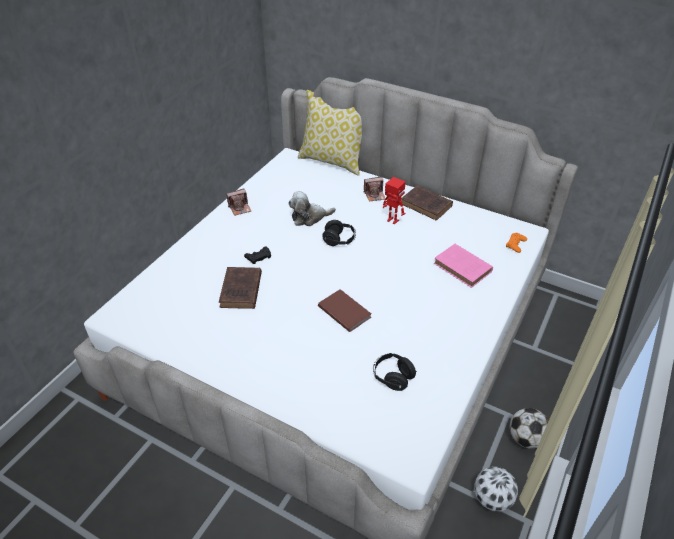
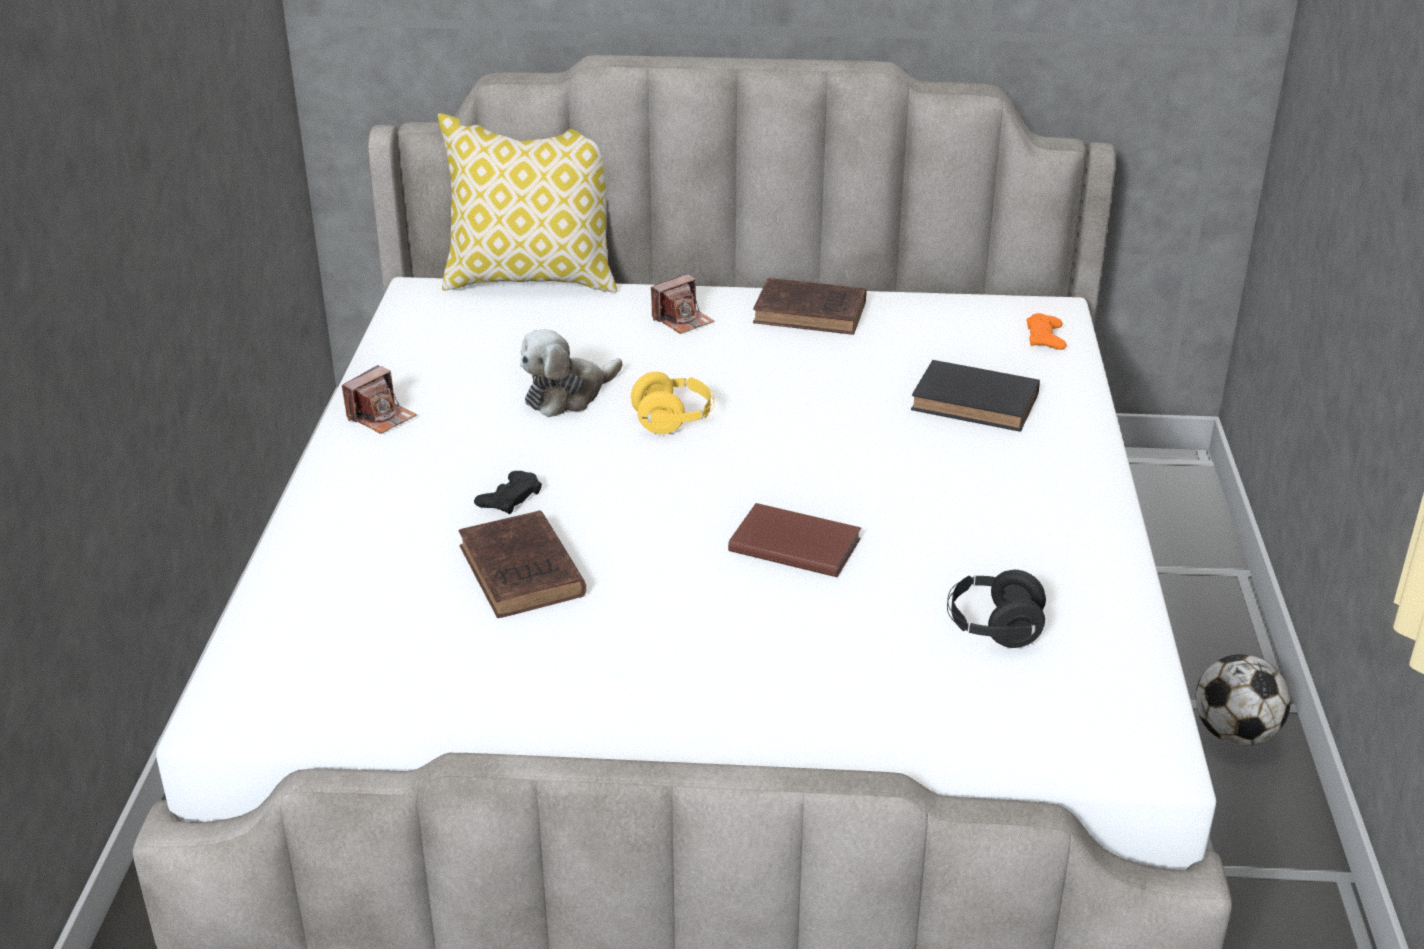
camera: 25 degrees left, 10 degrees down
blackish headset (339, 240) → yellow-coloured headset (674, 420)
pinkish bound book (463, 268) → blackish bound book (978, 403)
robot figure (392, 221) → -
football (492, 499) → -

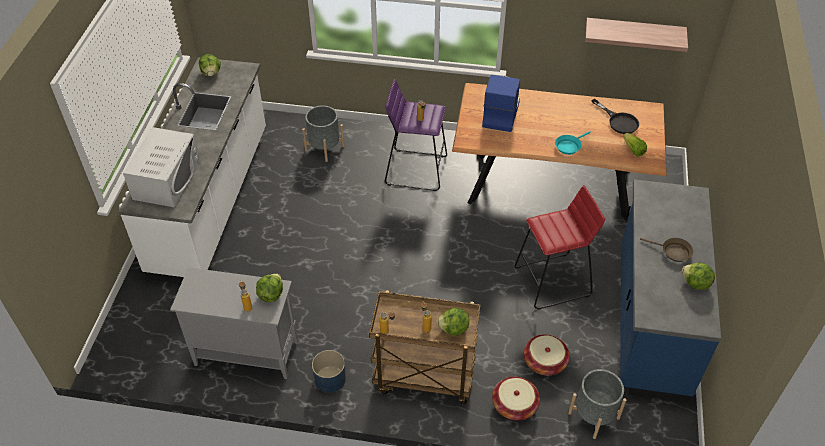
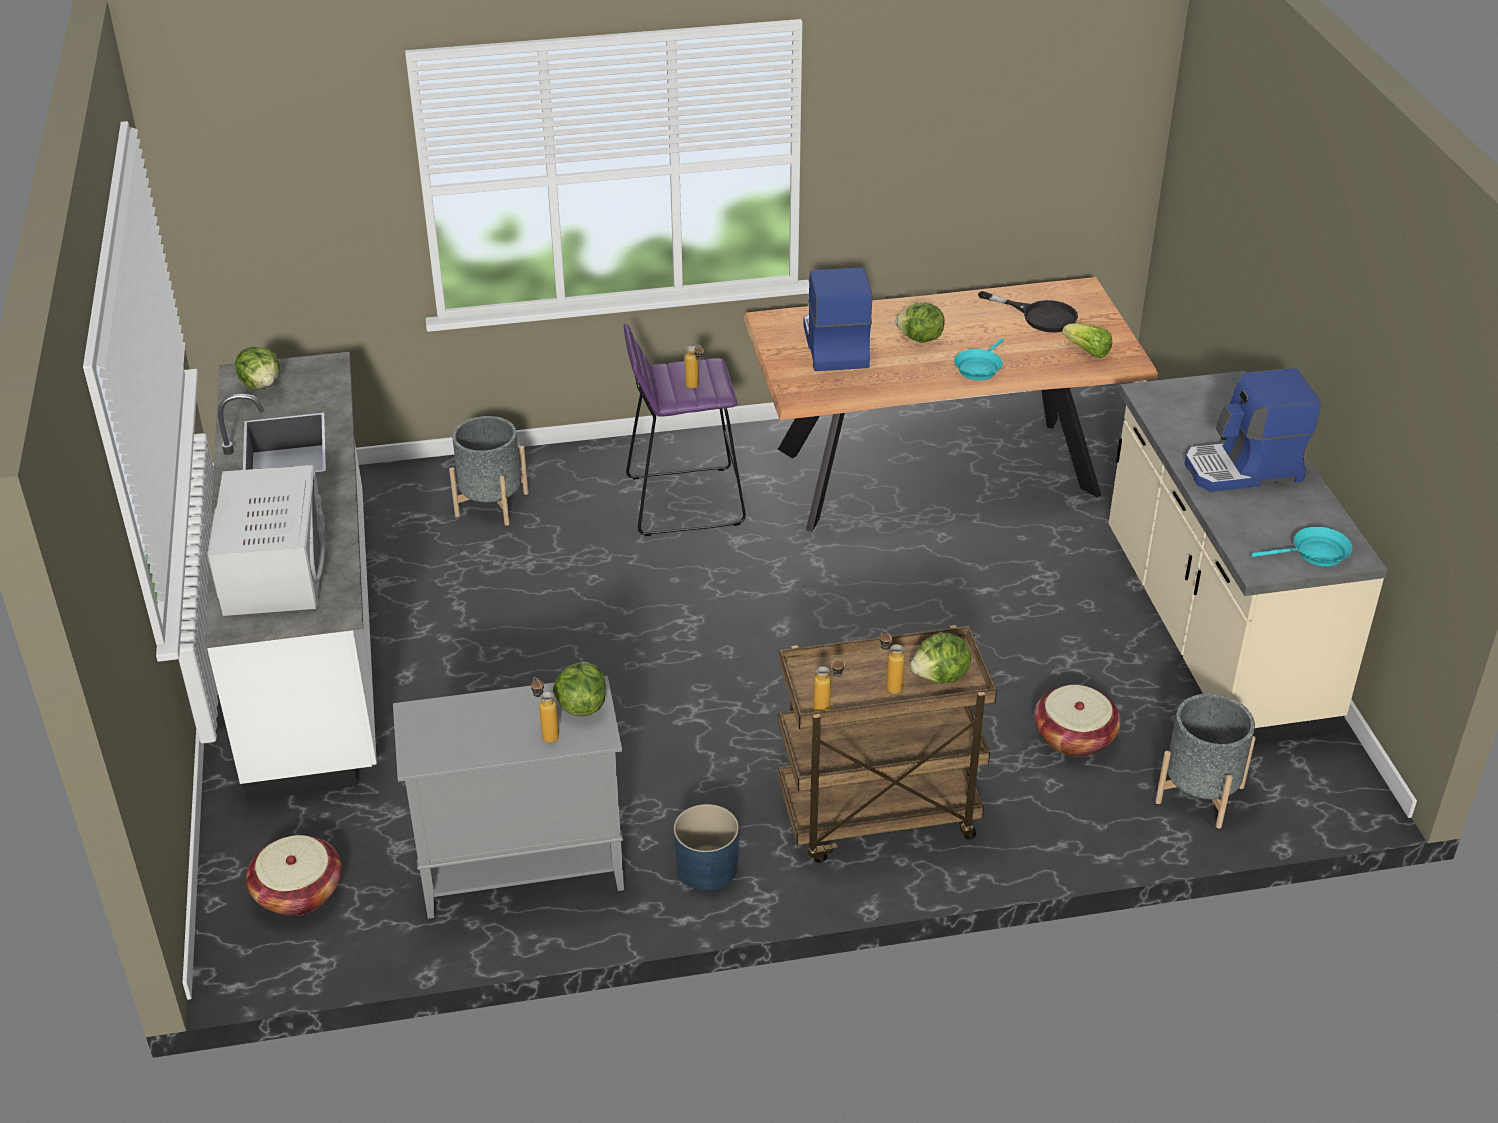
camera: 20 degrees left, 10 degrees down
basket (514, 405) → basket (298, 892), relocated
lettuce (695, 284) → lettuce (920, 339), relocated
bluish kitchen counter (649, 321) → beige-coloured kitchen counter (1212, 632)
brownish frying pan (673, 252) → coffee machine (1244, 470)
- → turquoise frying pan (1315, 554)
red-coloured stool (553, 281) → -
bracket shelf (633, 33) → -

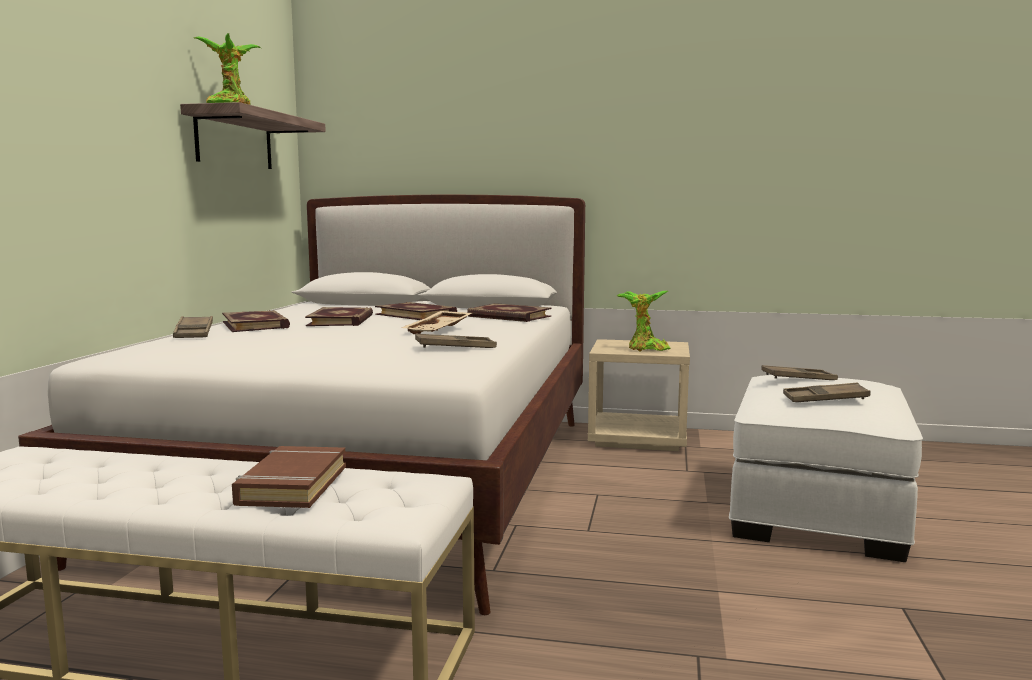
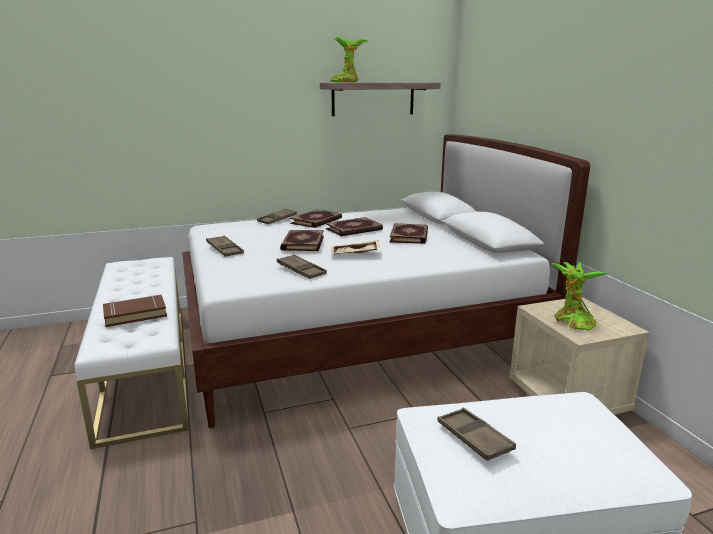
camera: 60 degrees right, 10 degrees up
brownish tray (798, 378) → brownish tray (224, 249), relocated
bound book (508, 316) → bound book (302, 243), relocated

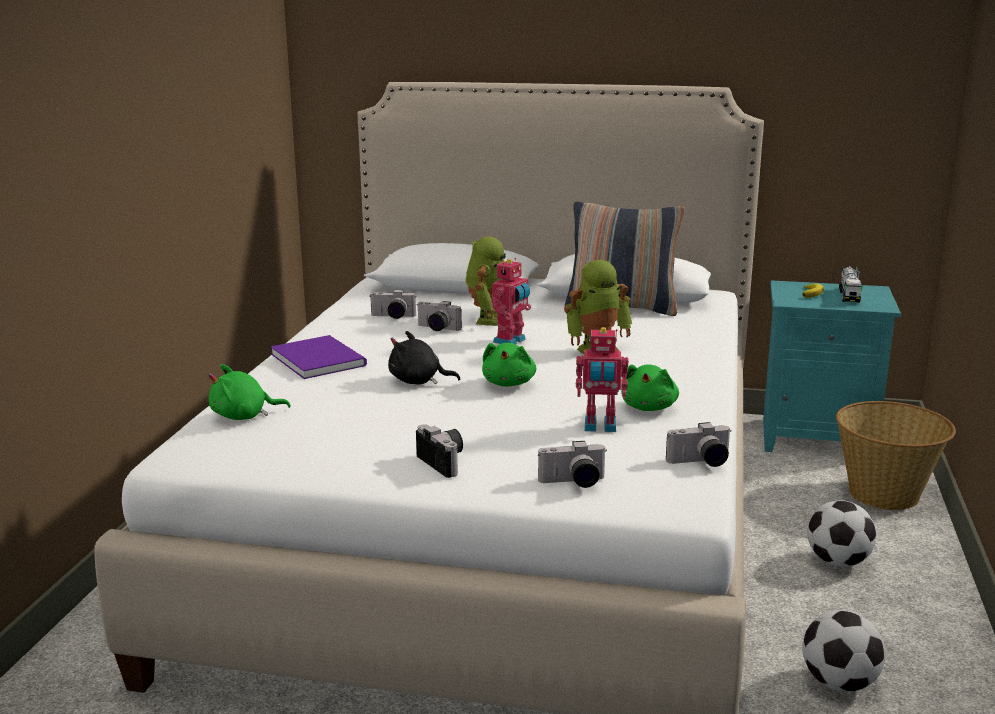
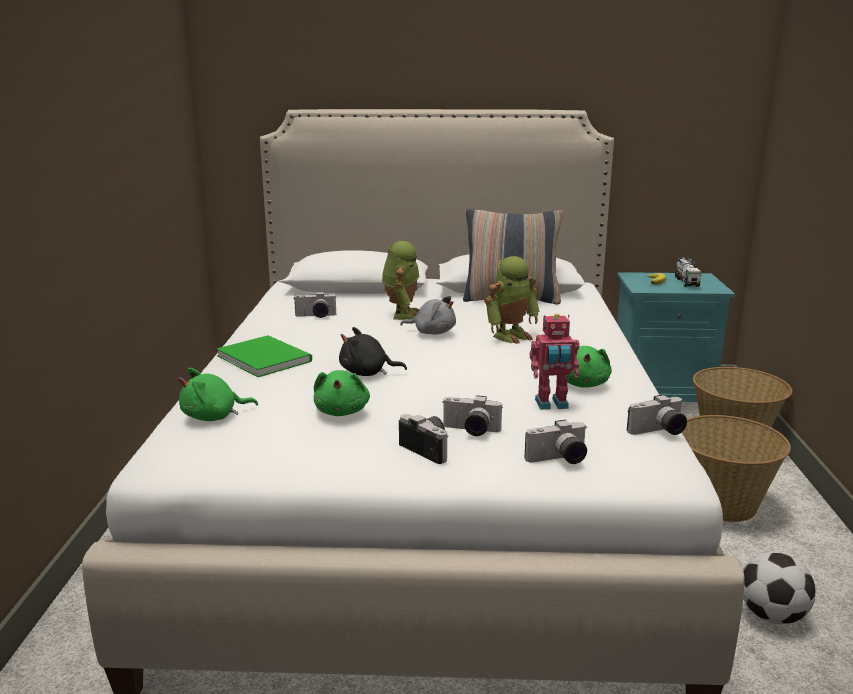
camera: 10 degrees left, 0 degrees up
purple bound book (319, 358) → green bound book (264, 357)
green cuddly toy (509, 383) → green cuddly toy (342, 411), relocated
robot figure (511, 341) → gray cuddly toy (432, 332)
still camera (436, 329) → still camera (470, 431), relocated
football (837, 562) → basket (722, 505)

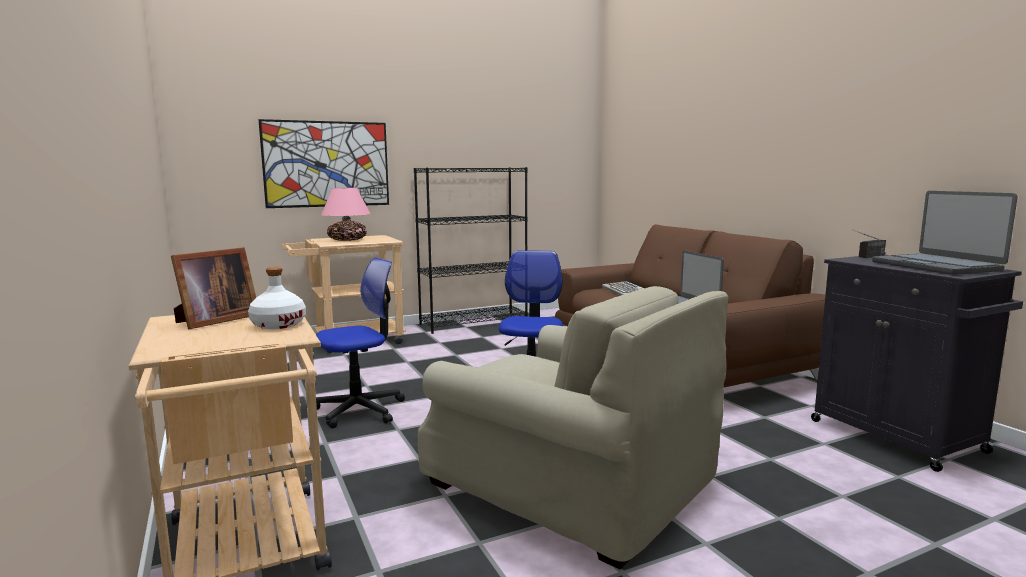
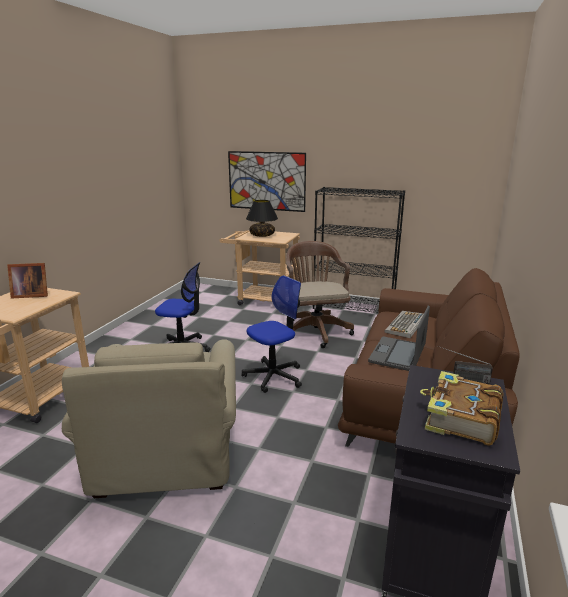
camera: 45 degrees right, 10 degrees up
pinkish lamp for a table (347, 240) → blackish lamp for a table (262, 235)
- → brownish office chair (315, 330)
laptop (936, 266) → bound book (460, 419)
white drink bottle (278, 324) → -

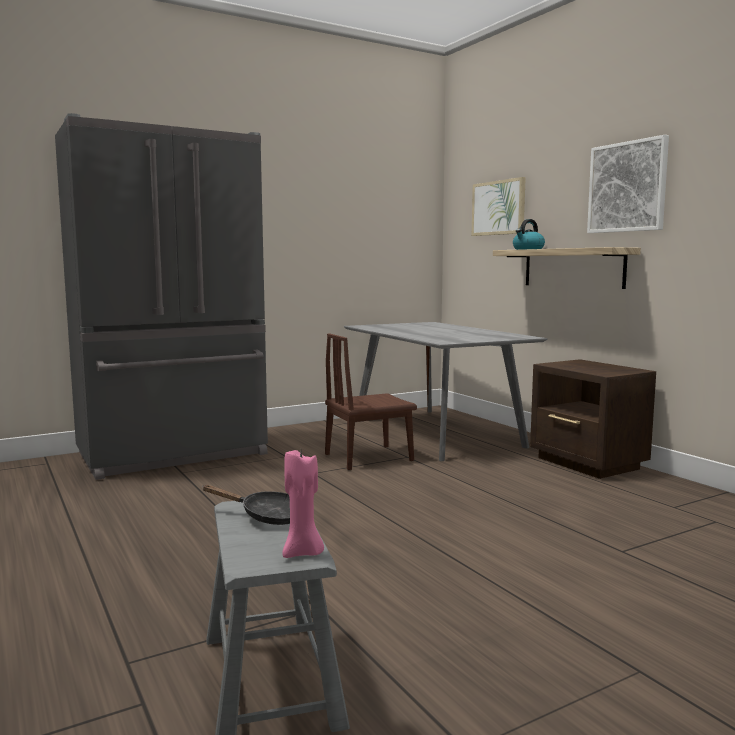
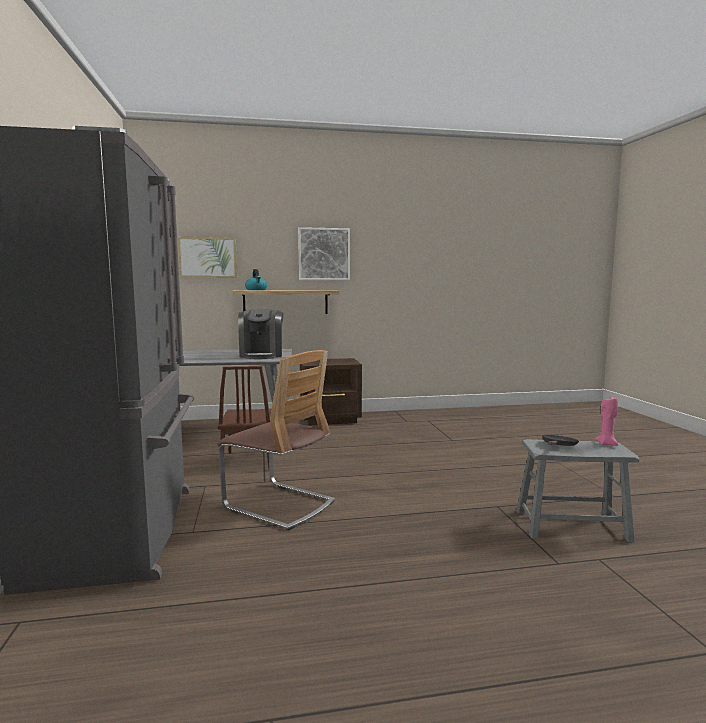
camera: 70 degrees left, 0 degrees up
- → chair (279, 505)
- → coffee machine (262, 355)

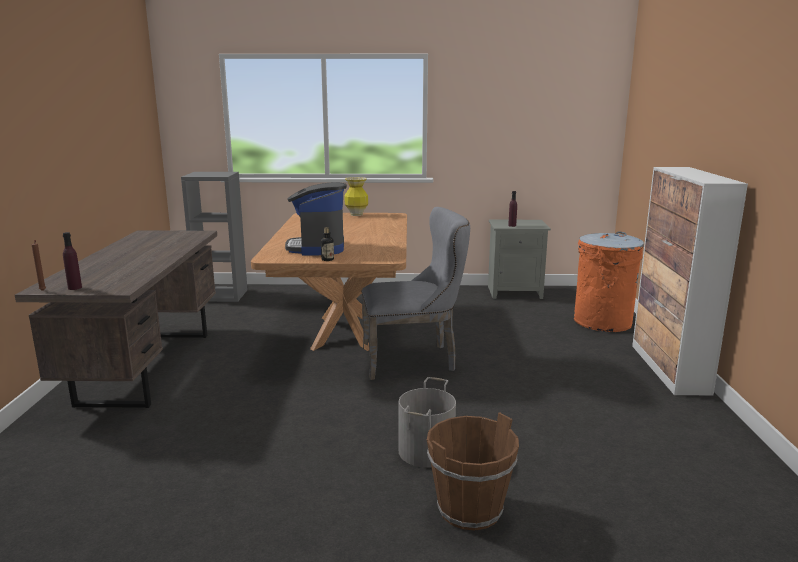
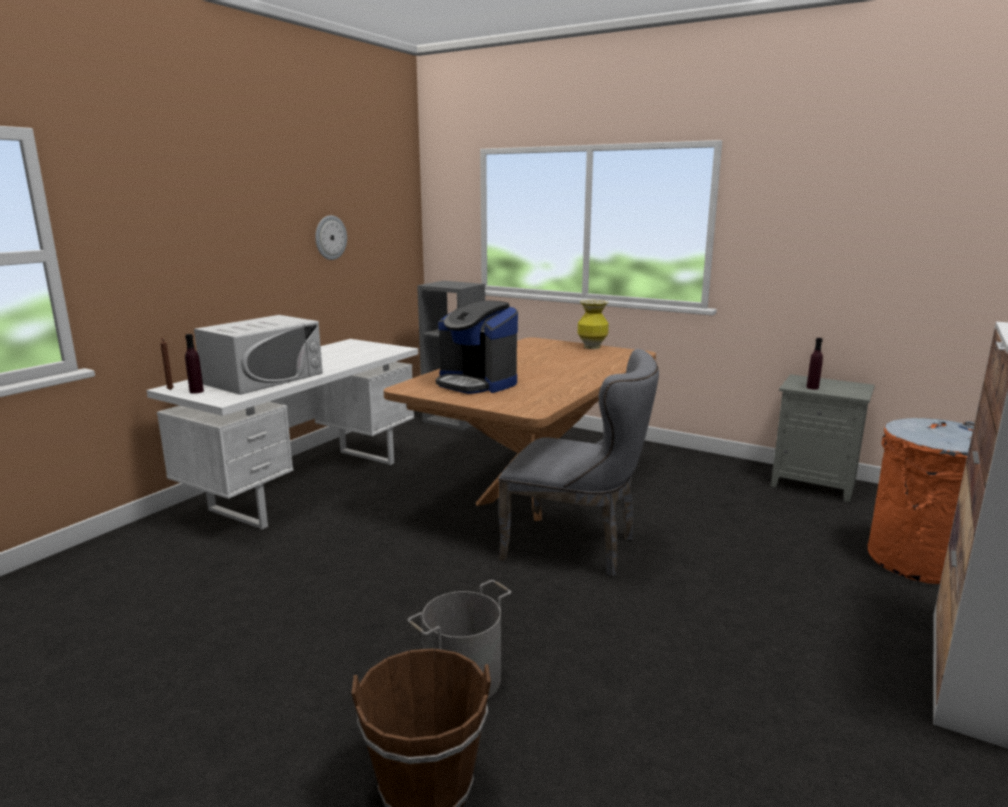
camera: 30 degrees right, 0 degrees up
brownish desk unit (147, 366) → white desk unit (309, 484)
- → white microwave (264, 378)
- → hanging clock (330, 237)
coffee machine (317, 248) → coffee machine (476, 383), 75 degrees counterclockwise
drink bottle (327, 259) → -

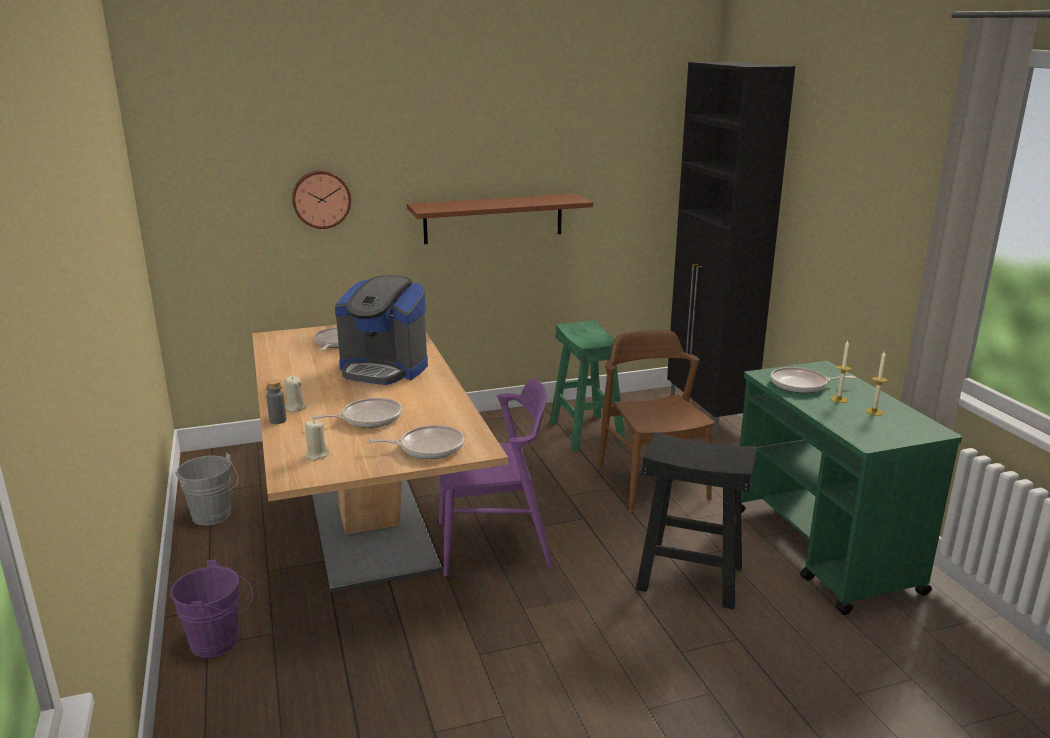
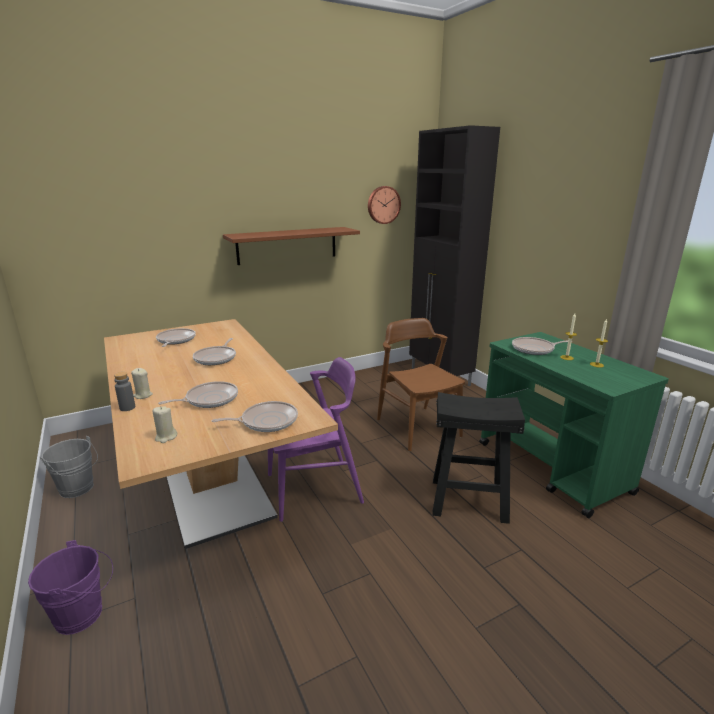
camera: 10 degrees left, 0 degrees up
coffee machine (384, 369) → frying pan (216, 358)
hanging clock (321, 199) → hanging clock (383, 205), relocated
green stool (585, 432) → -

